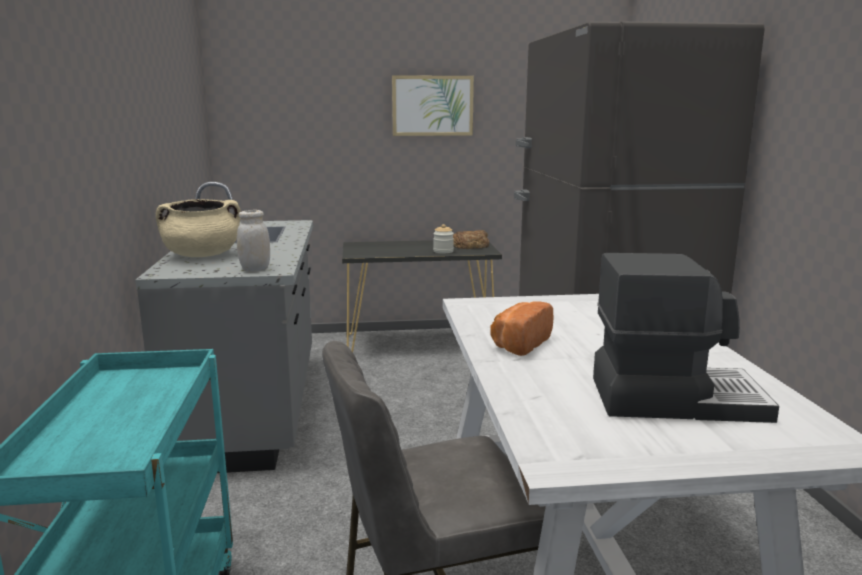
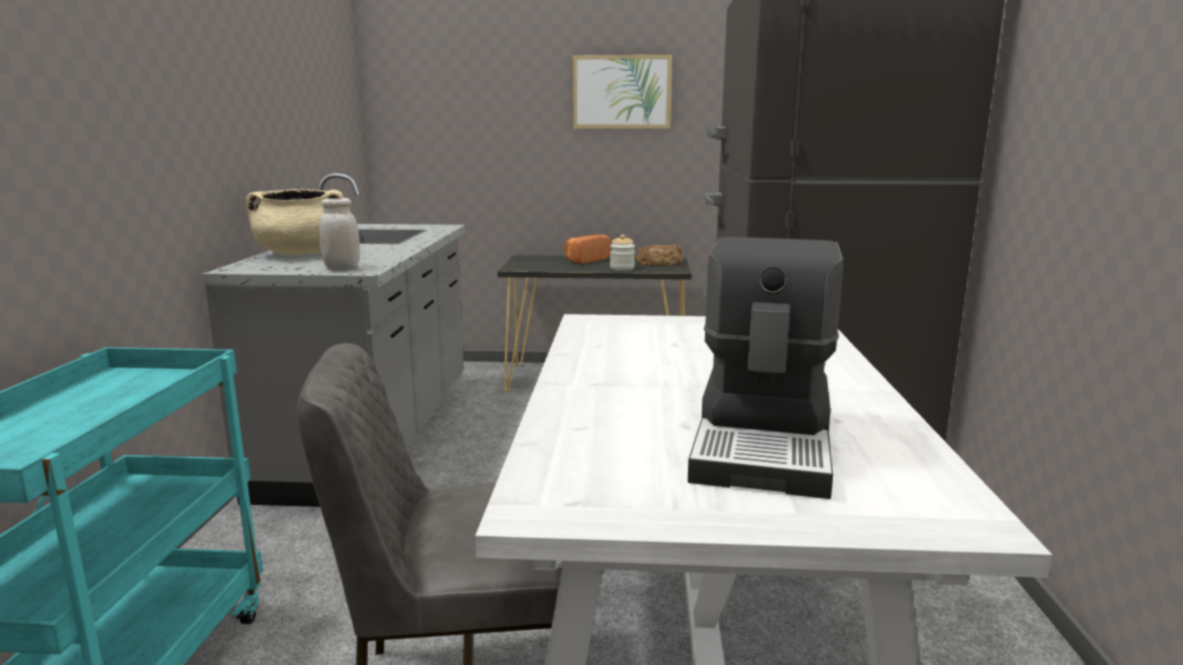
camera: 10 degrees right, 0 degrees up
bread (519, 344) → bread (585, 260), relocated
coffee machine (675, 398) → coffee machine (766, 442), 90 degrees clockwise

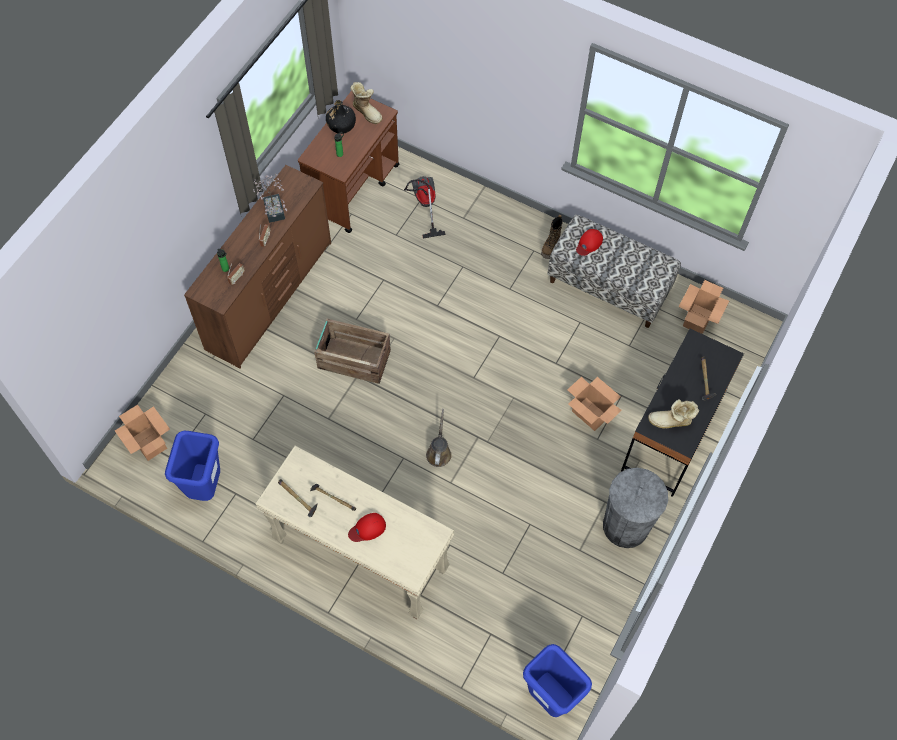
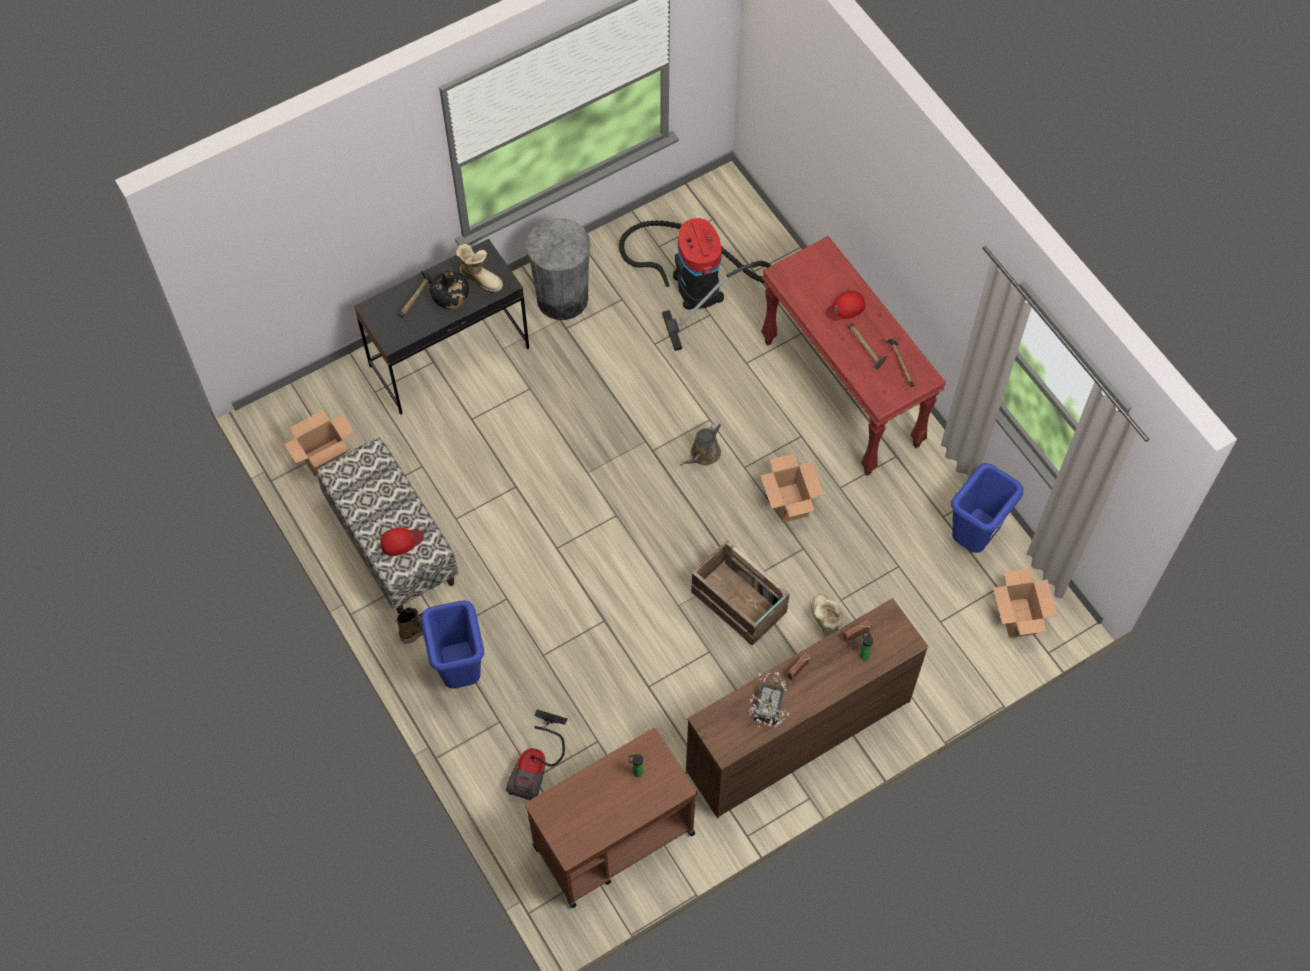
camera: 150 degrees left, 0 degrees up
bluish rubbish bin (550, 697) → bluish rubbish bin (460, 671), relocated
blackish drink bottle (341, 125) → blackish drink bottle (450, 297), relocated
- → hoover (694, 282)
packing box (590, 414) → packing box (790, 503), relocated
beige-coloured narrow table (360, 557) → red-coloured narrow table (842, 393)
boot (367, 112) → boot (824, 620), relocated
red-coloured baseball cap (367, 529) → red-coloured baseball cap (845, 308), 150 degrees clockwise

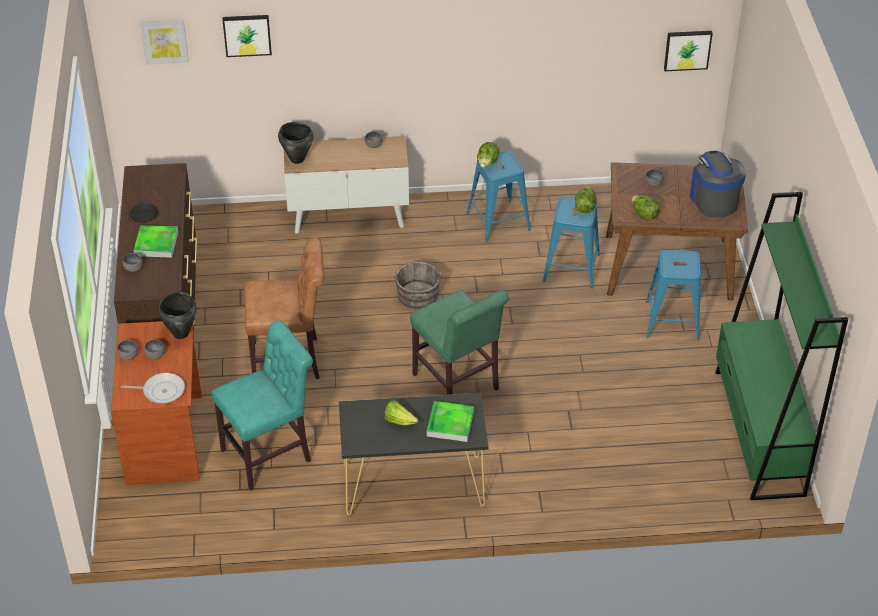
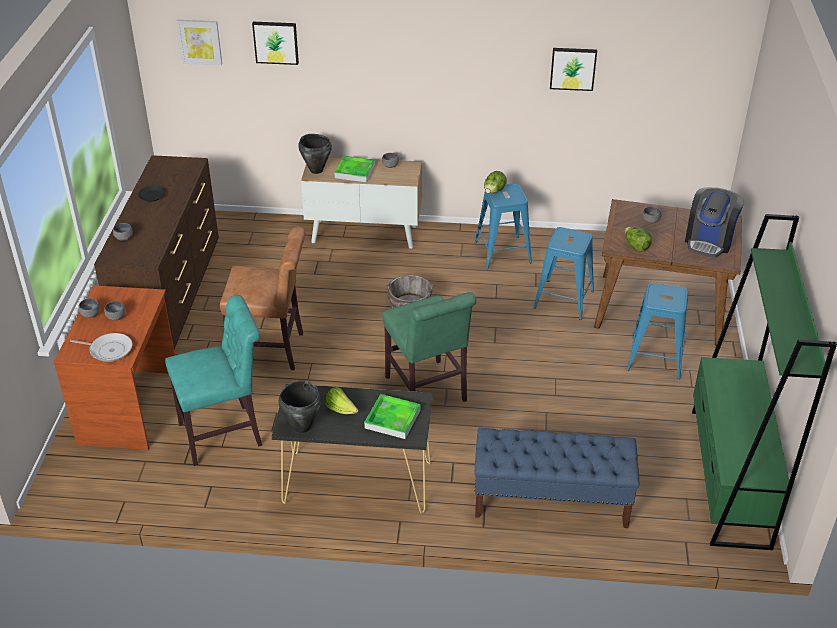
camera: 10 degrees right, 5 degrees down
blackish saucepot (180, 334) → blackish saucepot (301, 427), relocated
tray (156, 244) → tray (355, 171), relocated
- → bluish long seat (550, 501)
wall art (687, 49) → wall art (573, 68), relocated
coffee machine (713, 200) → coffee machine (709, 241), 150 degrees counterclockwise
lettuce (585, 207) → -

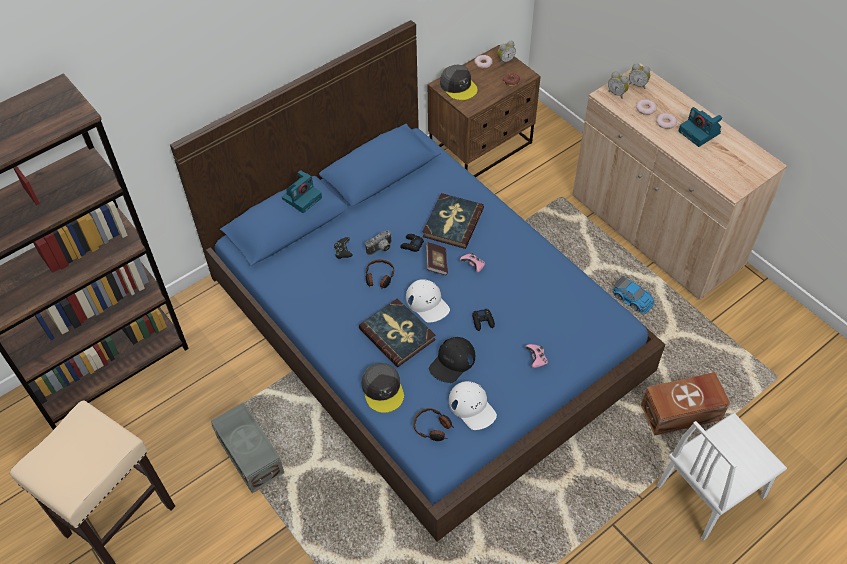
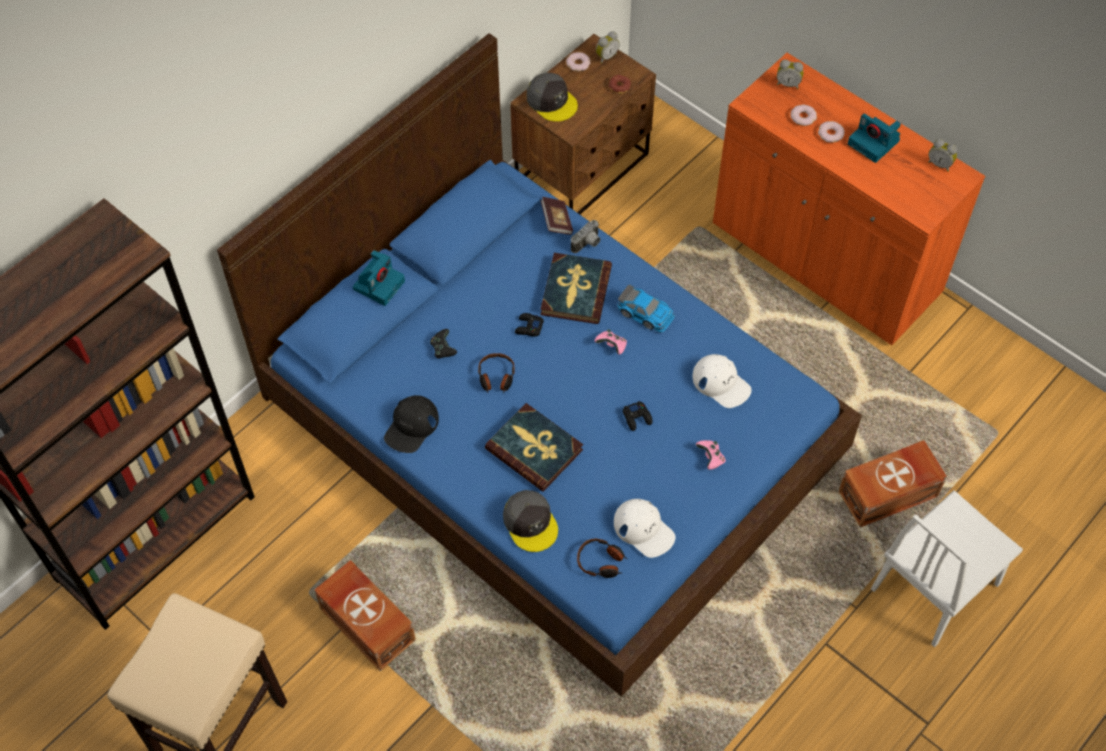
camera: 10 degrees left, 5 degrees up
gray storage box (251, 454) → brownish storage box (367, 622)
blackish baseball cap (452, 362) → blackish baseball cap (411, 426), relocated
bound book (436, 263) → bound book (556, 221), relocated
still camera (381, 249) → still camera (587, 244), relocated
model car (632, 299) → model car (645, 313), relocated
white baseball cap (427, 303) → white baseball cap (721, 383), relocated
beige-coloured cabinet (655, 231) → orangey cabinet (825, 259)
bedside clock (617, 93) → bedside clock (940, 164), relocated

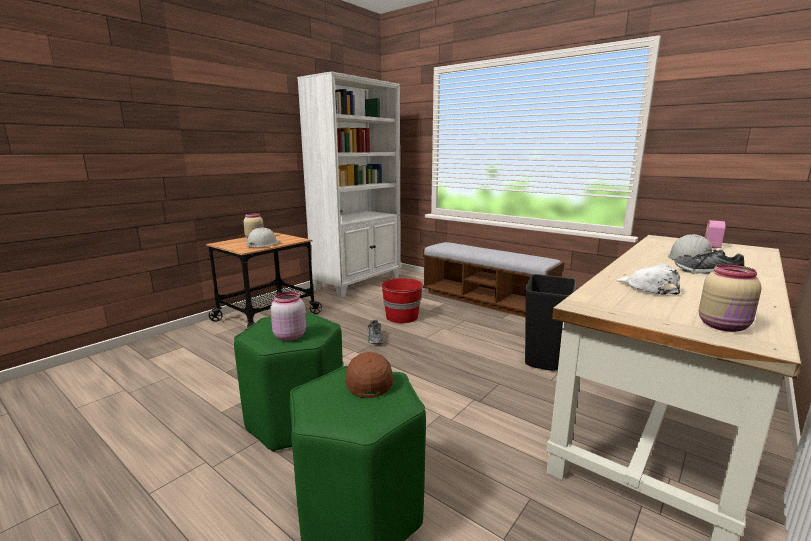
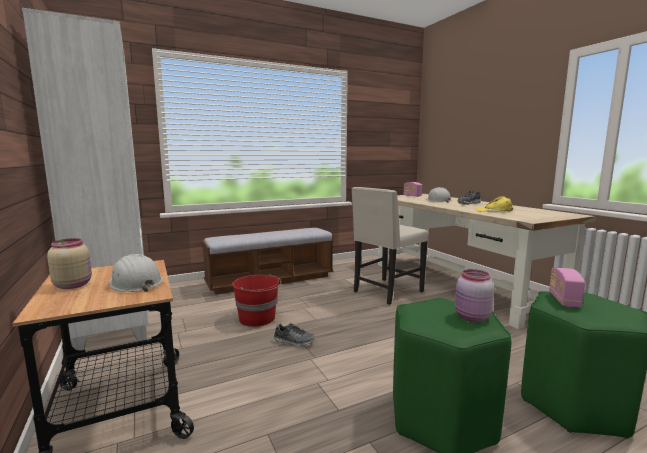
camera: 65 degrees left, 5 degrees down
blackish rubbish bin (543, 359) → beige-coloured chair (386, 292)
white baseball cap (646, 287) → yellow-coloured baseball cap (494, 211)
brownish baseball cap (368, 381) → radio set (563, 300)
beige-coloured storage jar (724, 326) → -

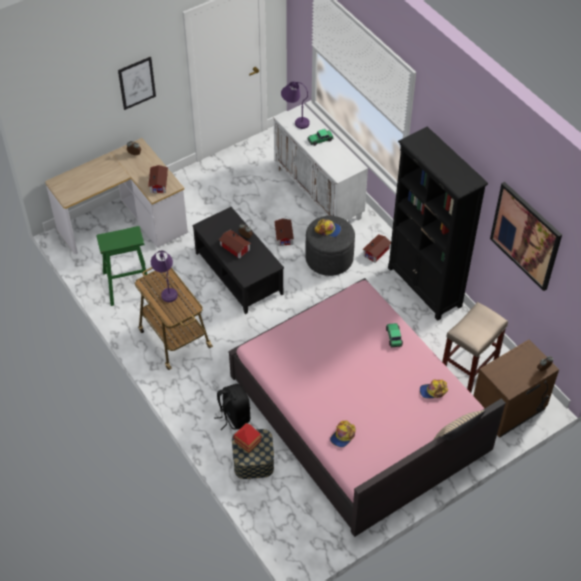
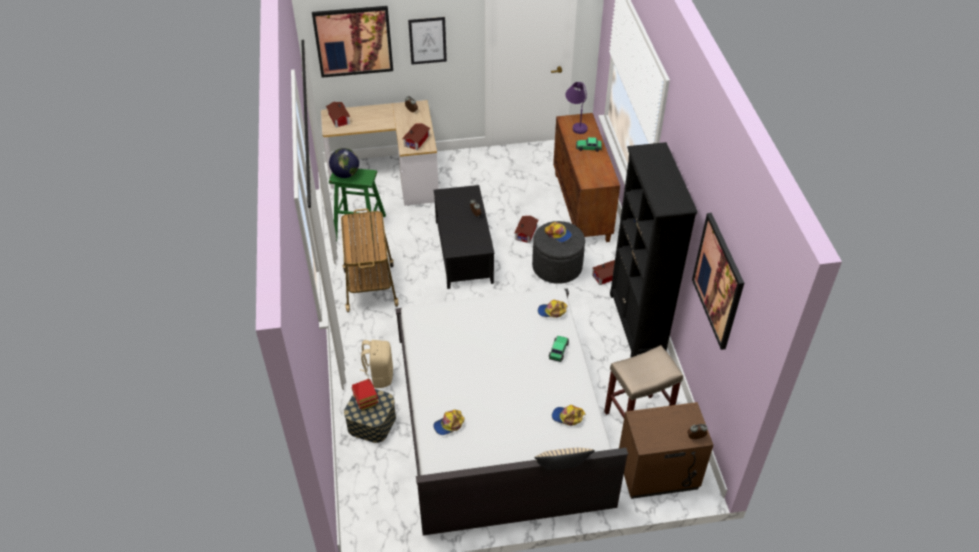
camera: 25 degrees right, 5 degrees down
- → wall art (353, 41)
toy house (235, 248) → toy house (338, 119), relocated
- → globe (345, 174)
blackish rucksack (234, 417) → beige-coloured rucksack (379, 376)
pinkish bedroom bed (358, 412) → white bedroom bed (500, 417)
- → baseball cap (552, 311)
white cabinet (319, 193) → brownish cabinet (582, 207)
purple lamp for a table (166, 287) → -

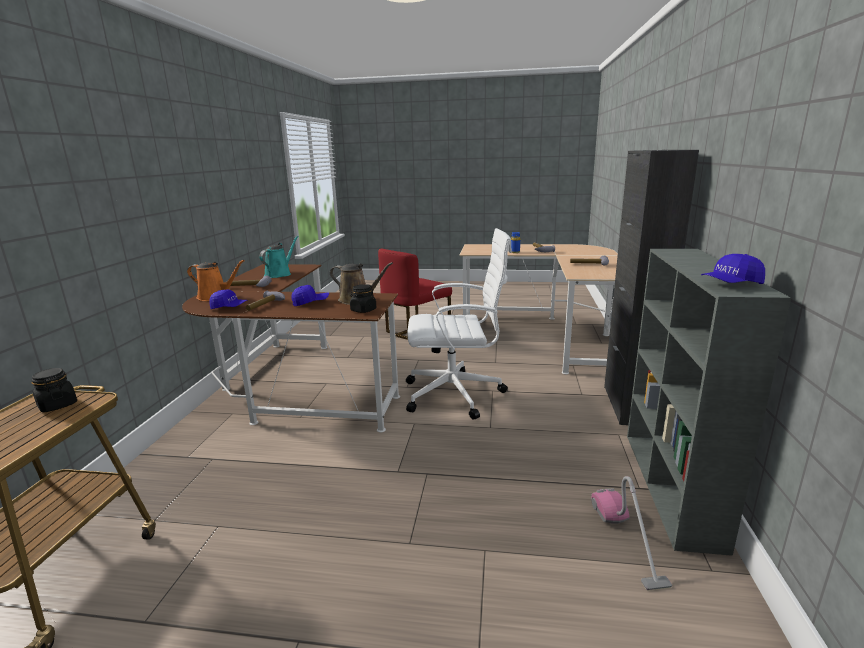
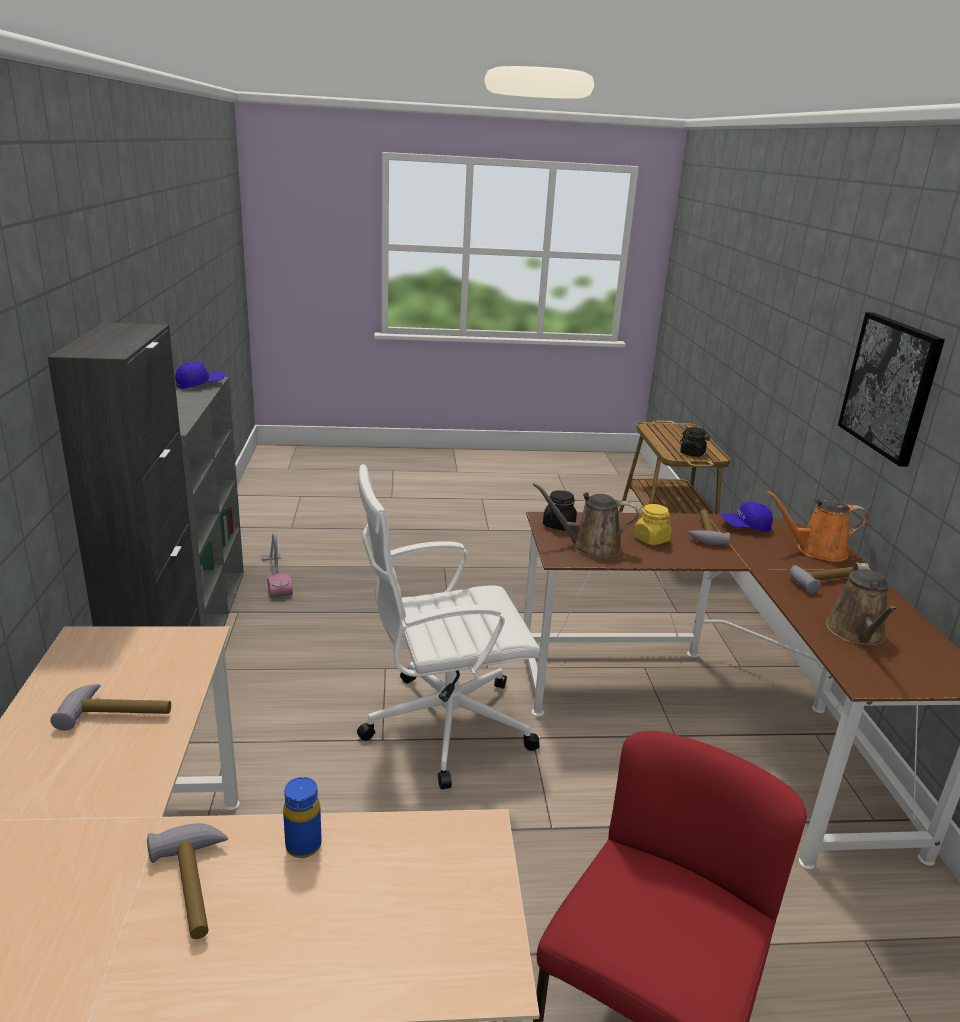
camera: 165 degrees right, 5 degrees up
bluish baseball cap (310, 302) → yellow-coloured storage jar (651, 539)
turquoise watering can (279, 274) → brownish watering can (857, 633)
- → wall art (890, 386)

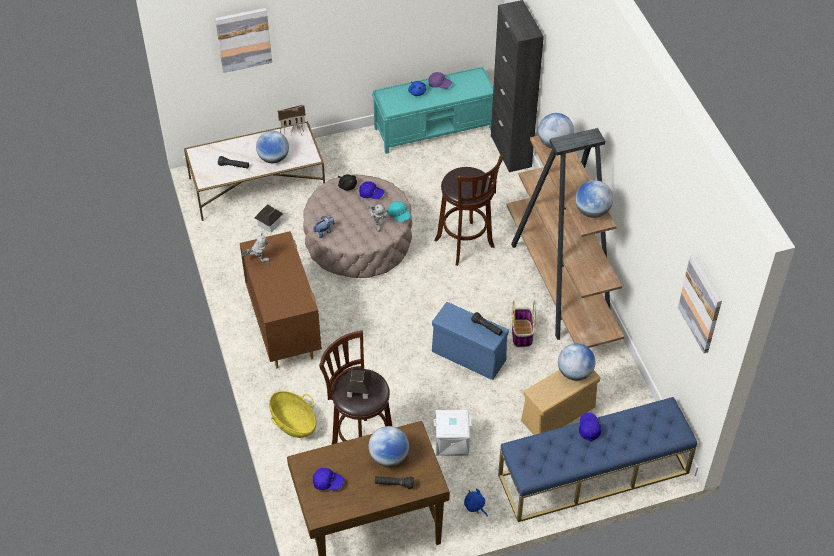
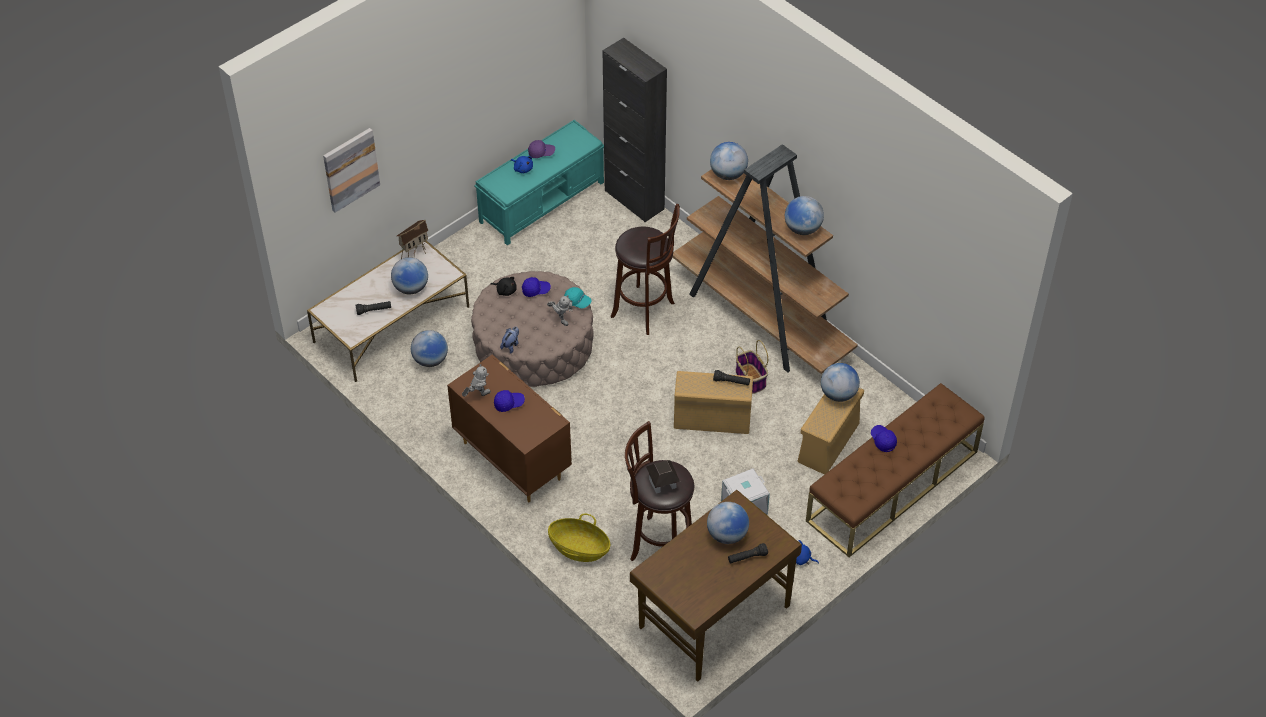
camera: 25 degrees left, 0 degrees up
toy house (269, 224) → globe (430, 360)
bluish baseball cap (328, 482) → bluish baseball cap (509, 403), relocated
bluish storage box (470, 356) → beige-coloured storage box (713, 419)
bluish long seat (593, 474) → brownish long seat (892, 486)
wall art (701, 303) → -

